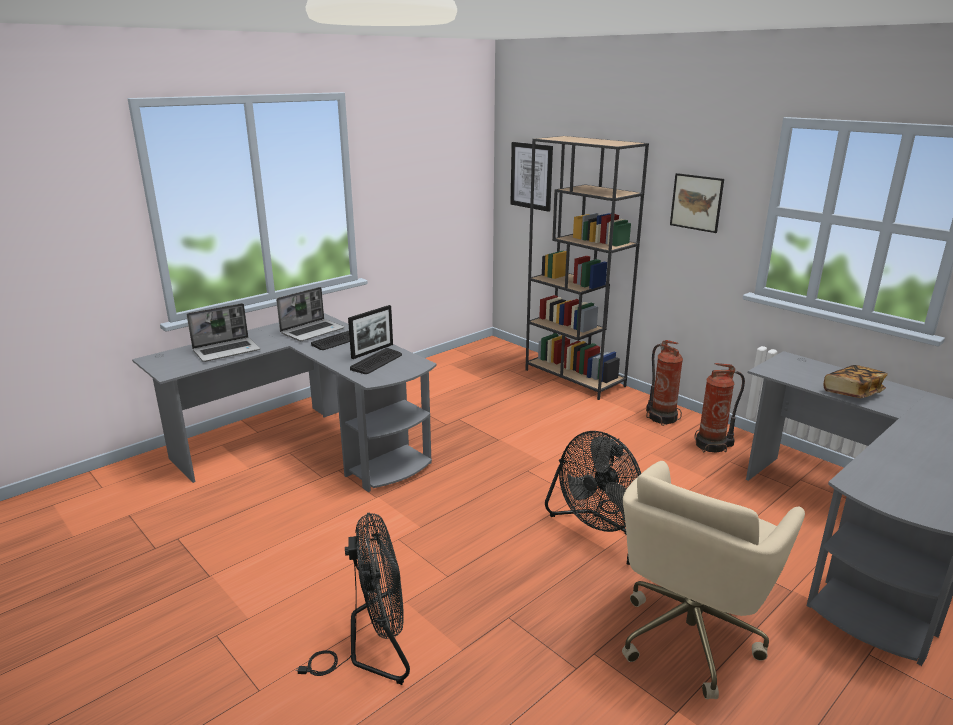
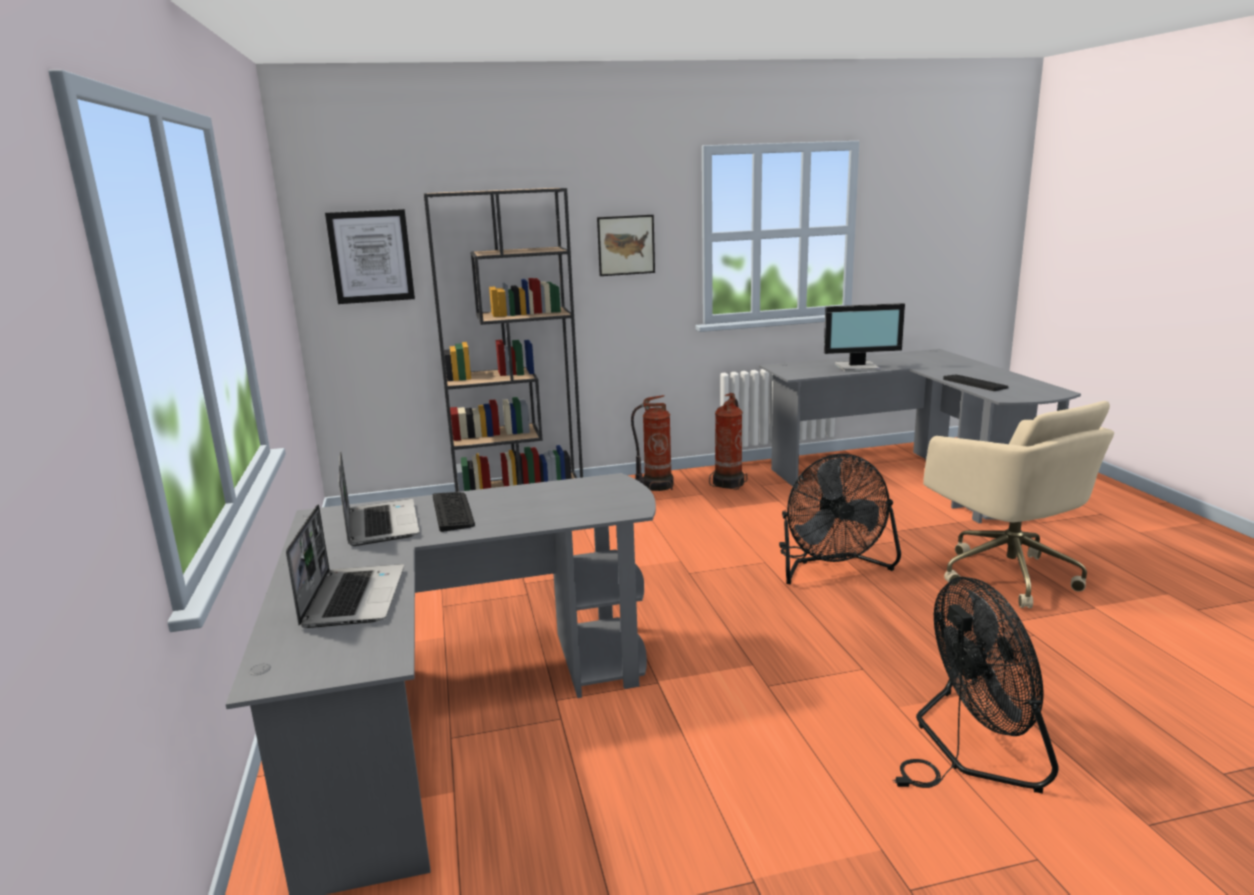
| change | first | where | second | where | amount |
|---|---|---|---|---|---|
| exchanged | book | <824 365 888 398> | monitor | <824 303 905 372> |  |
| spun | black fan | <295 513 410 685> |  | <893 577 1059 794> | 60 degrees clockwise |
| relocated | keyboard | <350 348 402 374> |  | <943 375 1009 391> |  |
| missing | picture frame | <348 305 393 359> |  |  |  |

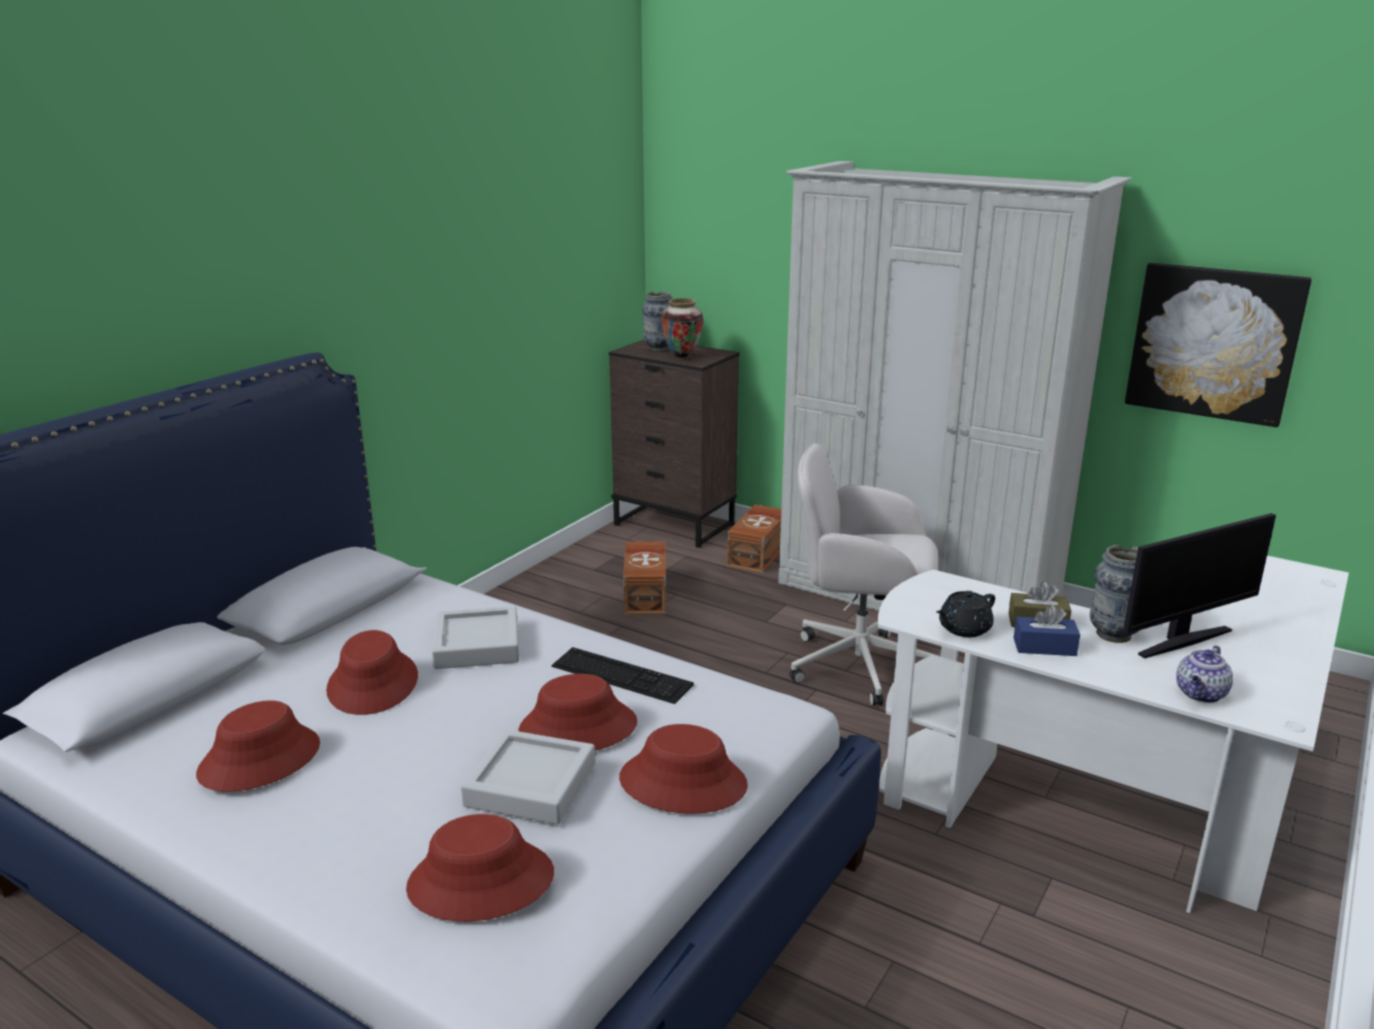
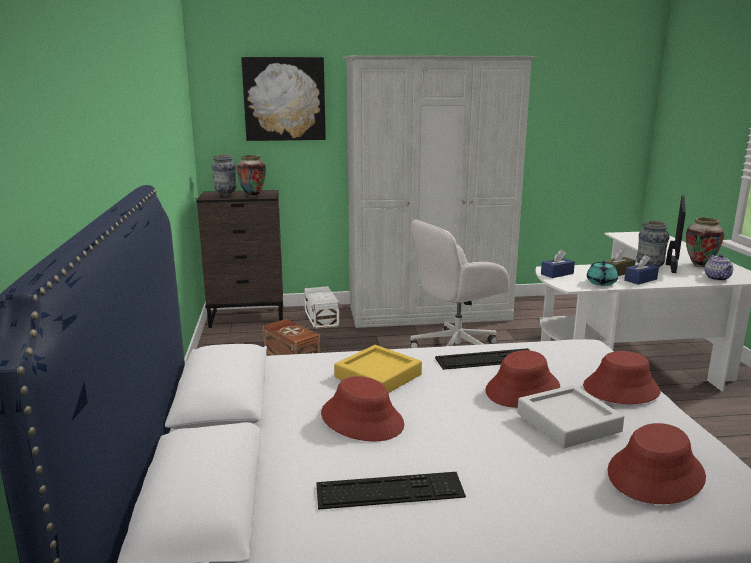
| change | first | where | second | where | amount |
|---|---|---|---|---|---|
| relocated | picture | <1125 263 1312 427> |  | <241 57 326 141> |  |
| colour | brown storage box | <727 505 781 574> | white storage box | <304 286 339 329> |  |
| exchanged | red hat | <196 700 320 792> | keyboard | <316 472 466 510> |  |
| colour | grey tray | <432 606 519 669> | yellow tray | <334 345 422 393> |  |
| appeared |  |  | blue tissue box | <541 249 575 278> |  |
| colour | black teapot | <936 591 995 637> | turquoise teapot | <587 260 618 286> |  |
| appeared |  |  | vase | <686 217 725 267> |  |

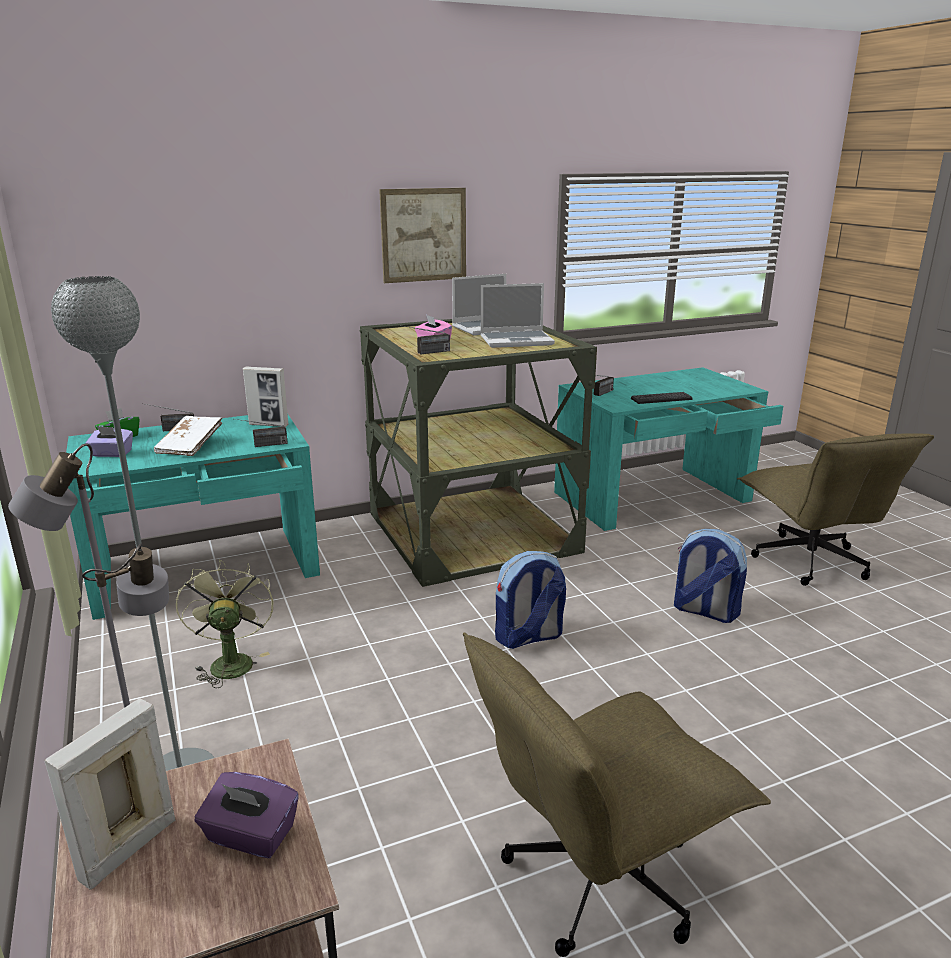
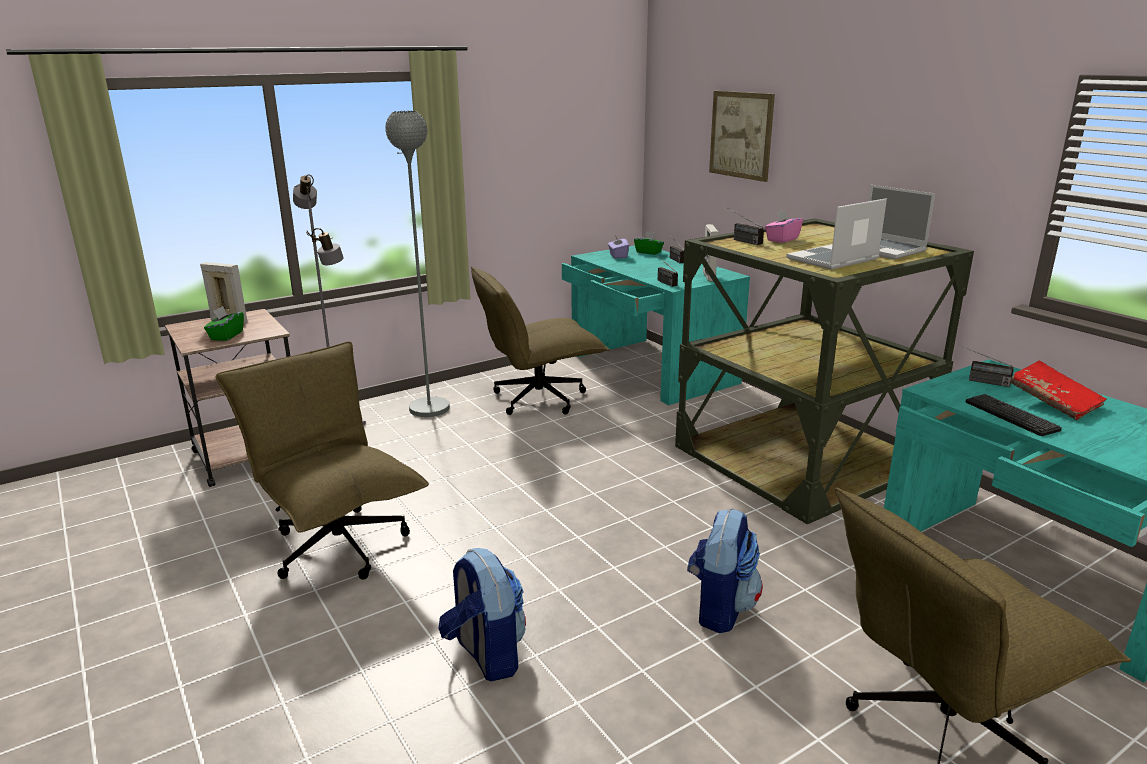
| change | first | where | second | where | amount |
|---|---|---|---|---|---|
| colour | purple tissue box | <194 772 299 858> | green tissue box | <204 306 244 341> |  |
| relocated | backpack | <495 551 566 649> |  | <439 548 526 681> |  |
| exchanged | green fan | <176 559 274 688> | beige office chair | <471 267 610 415> |  |
| relocated | picture | <379 188 466 283> |  | <709 91 775 182> |  |
| spun | laptop | <480 283 555 348> |  | <786 198 887 270> | 75 degrees clockwise |
| appeared |  |  | red book | <1010 360 1106 420> |  |
| missing | white book | <154 416 222 456> |  |  |  |

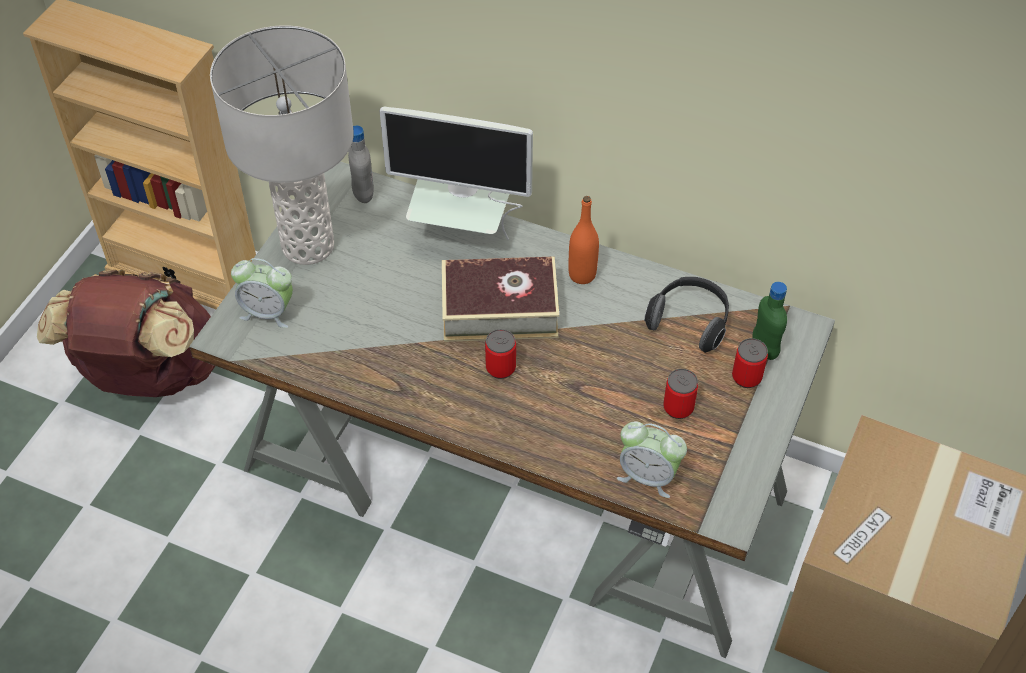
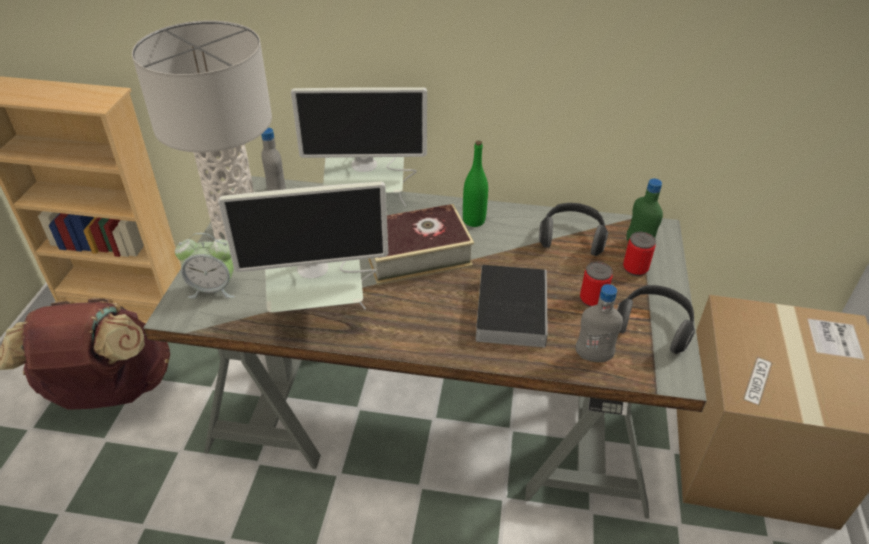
| change | first | where | second | where | amount |
|---|---|---|---|---|---|
| appeared |  |  | monitor | <218 181 388 313> |  |
| colour | orange bottle | <568 196 599 284> | green bottle | <463 141 488 227> |  |
| appeared |  |  | book | <476 265 548 347> |  |
| exchanged | alarm clock | <617 421 687 498> | grey bottle | <576 284 623 362> |  |
| appeared |  |  | headphones | <617 285 695 354> |  |
| missing | can | <485 329 516 379> |  |  |  |

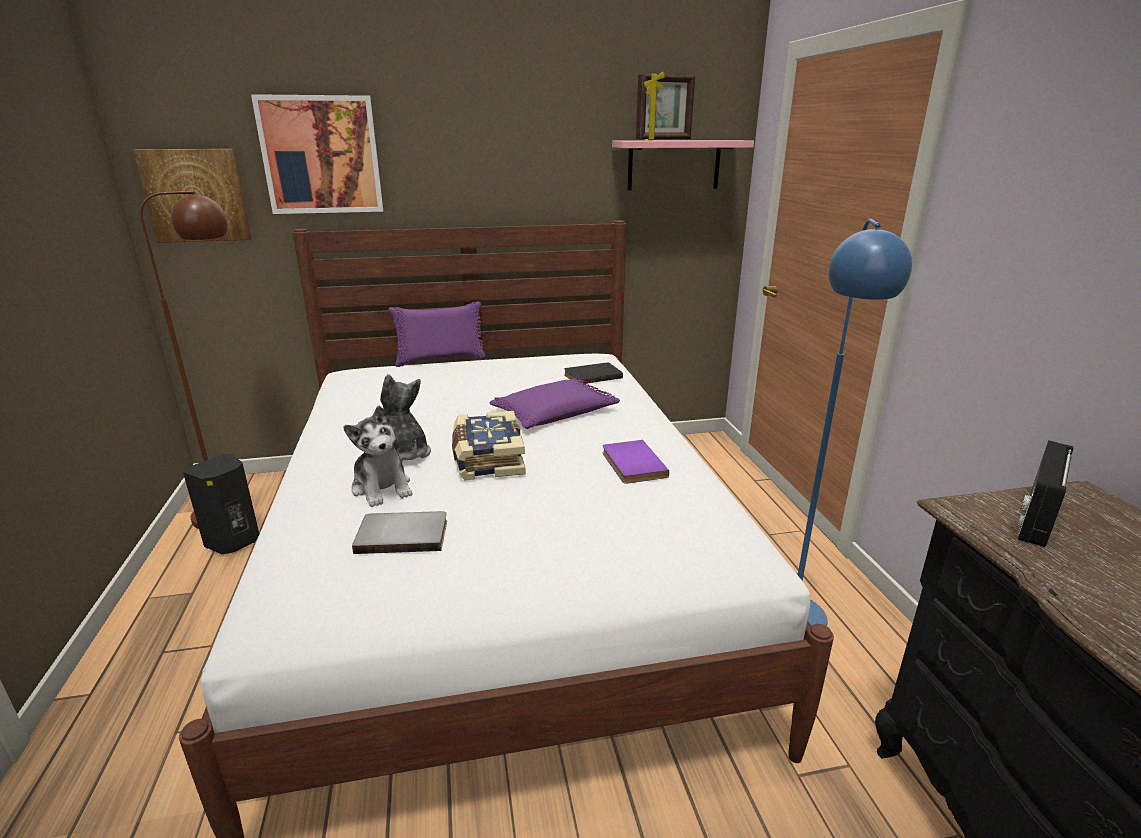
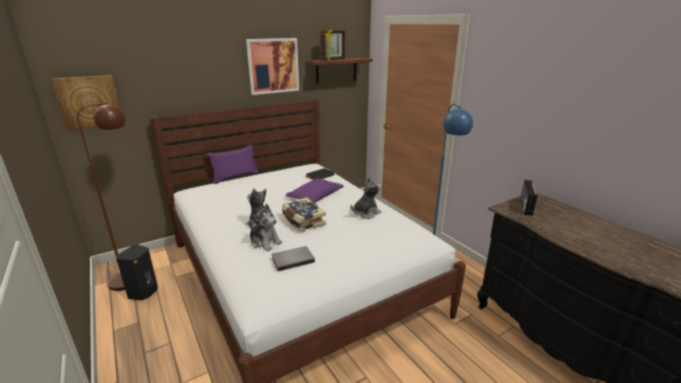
| change | first | where | second | where | amount |
|---|---|---|---|---|---|
| relocated | picture | <251 94 383 214> |  | <246 38 299 95> |  |
| colour | pink shelf | <612 140 754 190> | brown shelf | <308 58 373 84> |  |
| exchanged | purple book | <603 440 669 484> | plush toy | <351 177 382 219> |  |

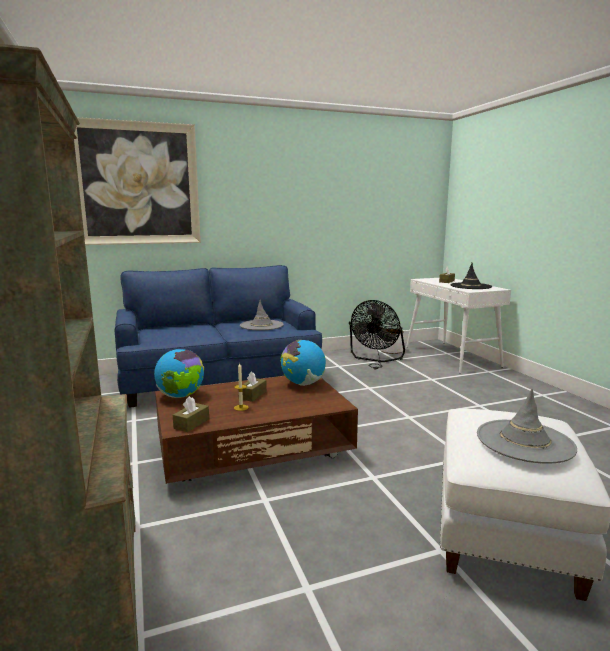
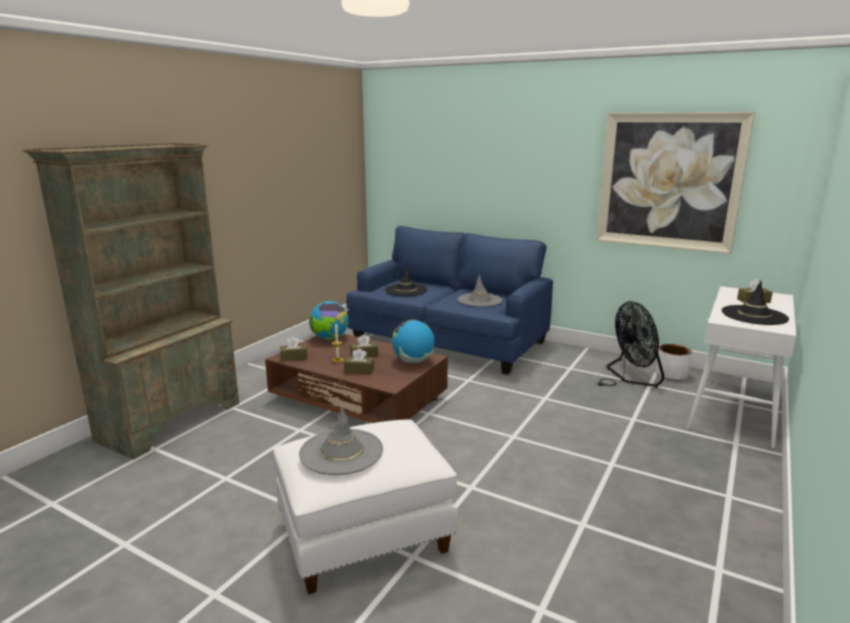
| change | first | where | second | where | amount |
|---|---|---|---|---|---|
| appeared |  |  | brown tissue box | <344 349 374 374> |  |
| appeared |  |  | black hat | <385 266 427 296> |  |
| relocated | picture | <74 117 201 245> |  | <596 112 755 254> |  |

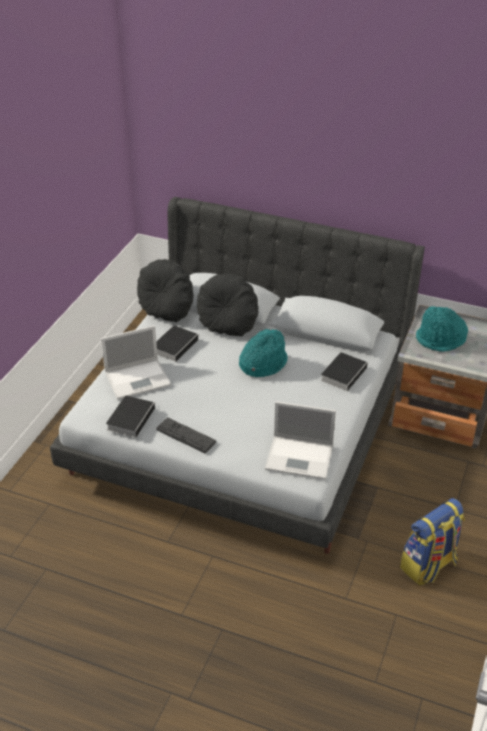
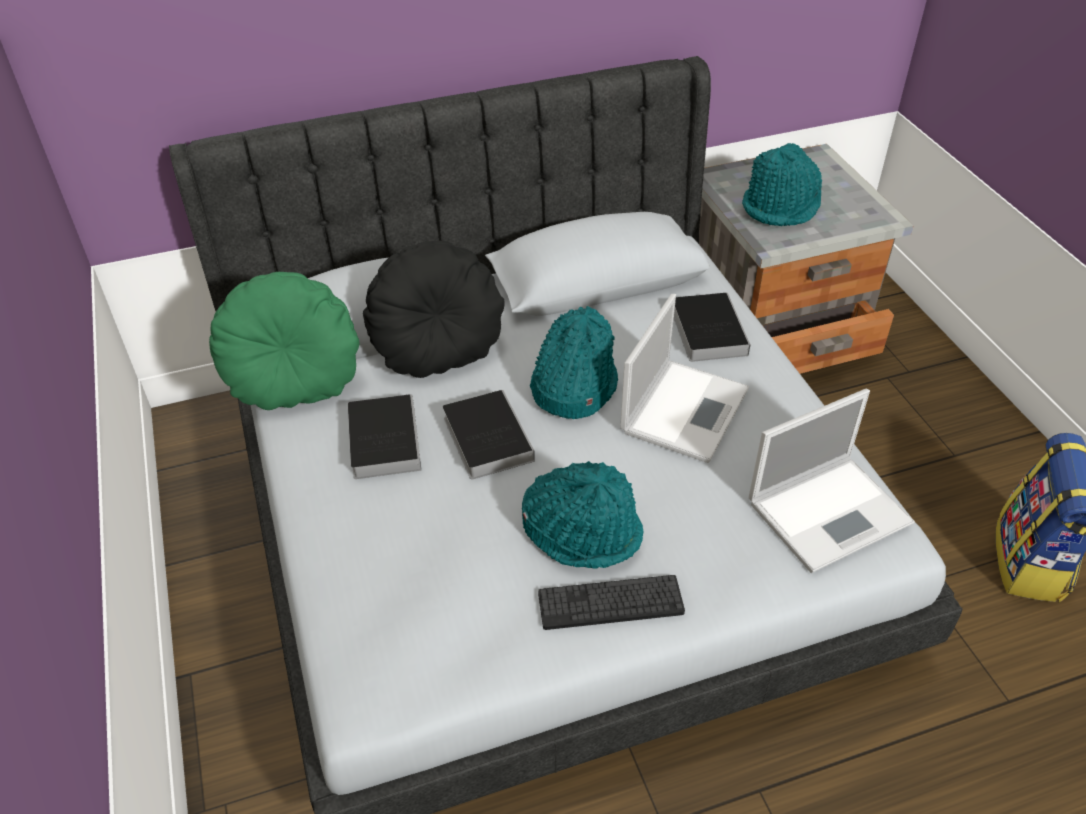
| change | first | where | second | where | amount |
|---|---|---|---|---|---|
| colour | black pillow | <137 259 194 322> | green pillow | <209 272 359 410> |  |
| relocated | book | <106 395 157 437> |  | <443 390 535 480> |  |
| appeared |  |  | turquoise hat | <522 461 644 568> |  |
| relocated | laptop | <101 325 171 399> |  | <620 294 749 463> |  |

